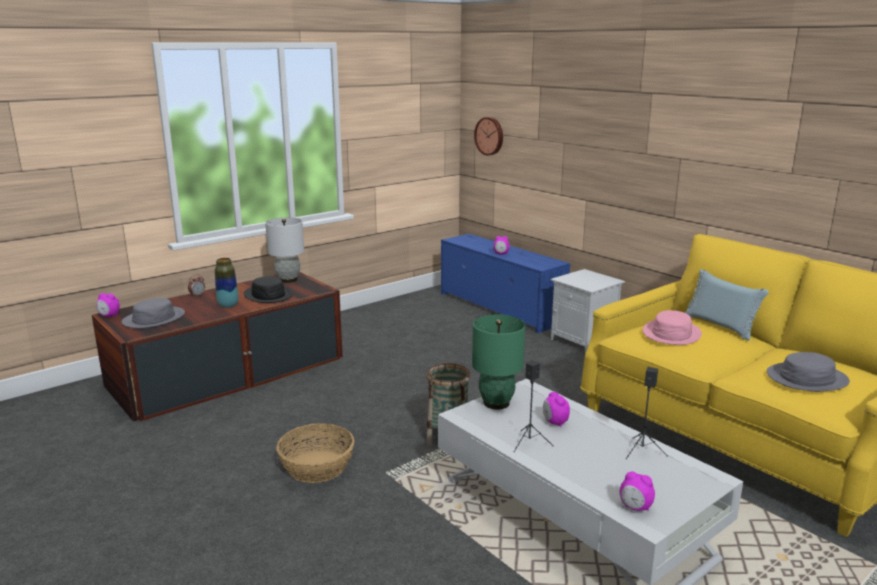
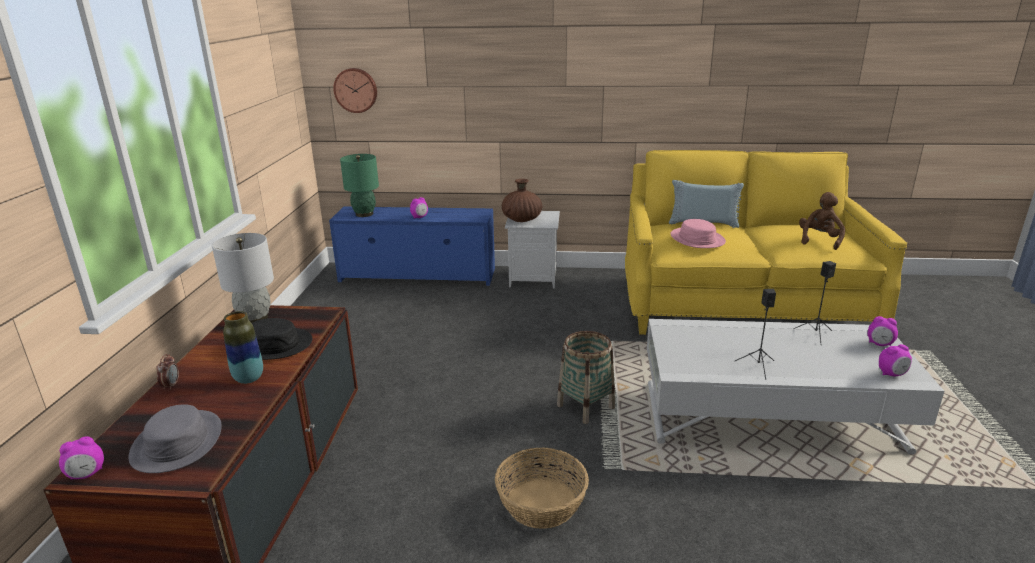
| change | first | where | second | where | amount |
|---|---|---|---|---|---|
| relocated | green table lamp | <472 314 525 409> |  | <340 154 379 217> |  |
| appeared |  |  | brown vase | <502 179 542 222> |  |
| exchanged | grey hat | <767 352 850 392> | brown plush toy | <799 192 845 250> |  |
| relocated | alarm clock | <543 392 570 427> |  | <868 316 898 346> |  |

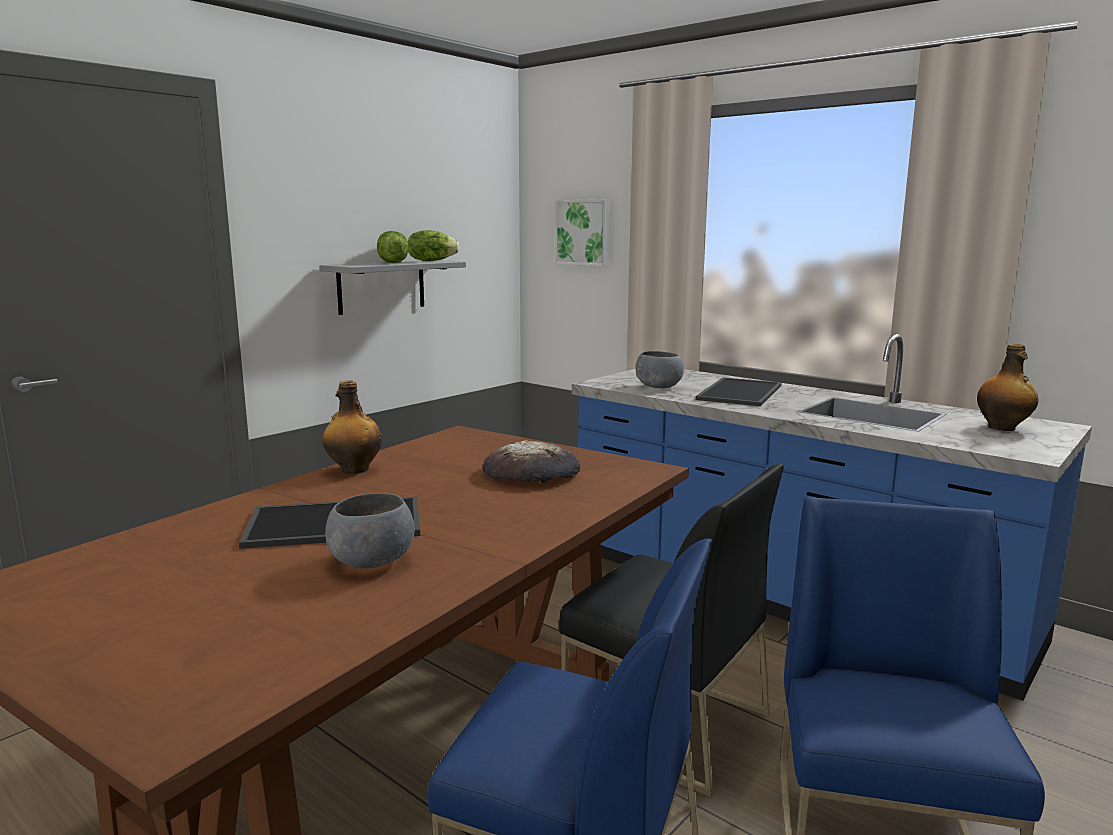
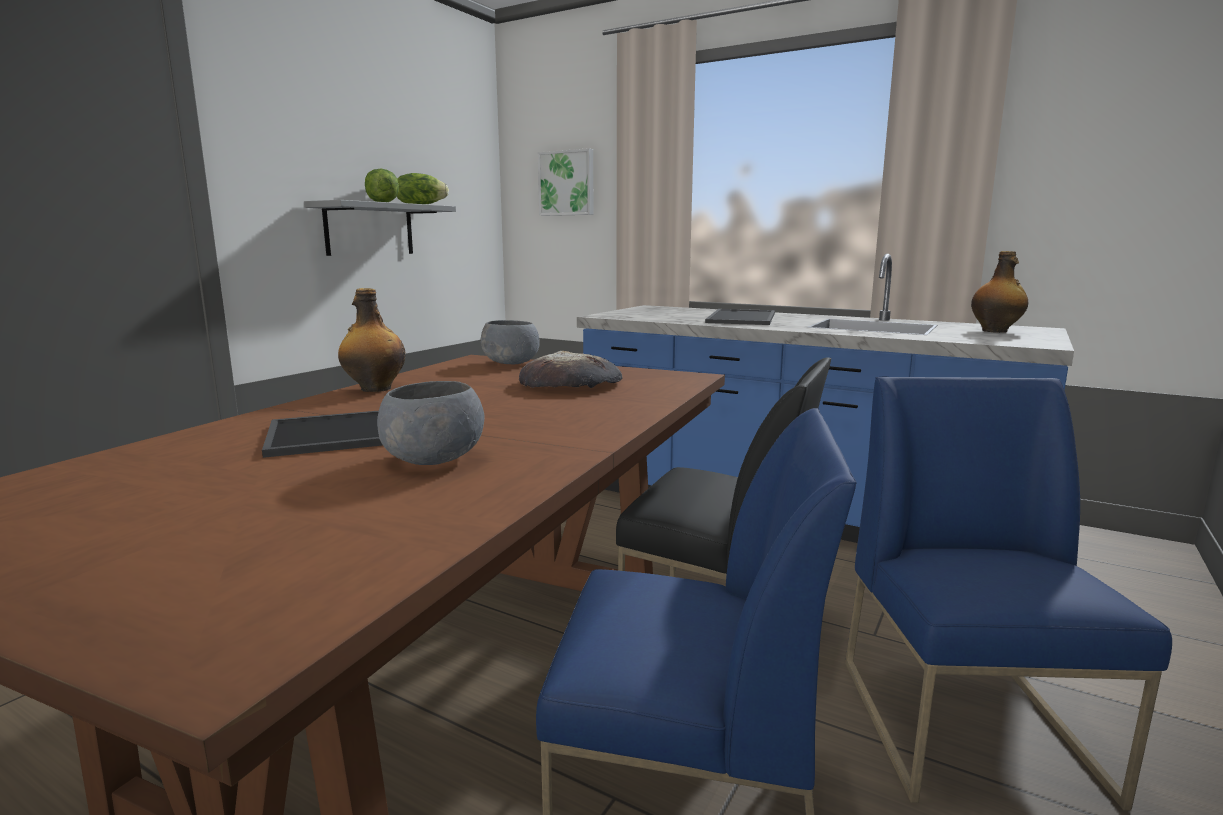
| change | first | where | second | where | amount |
|---|---|---|---|---|---|
| relocated | grey bowl | <635 351 684 388> |  | <481 320 540 365> |  |

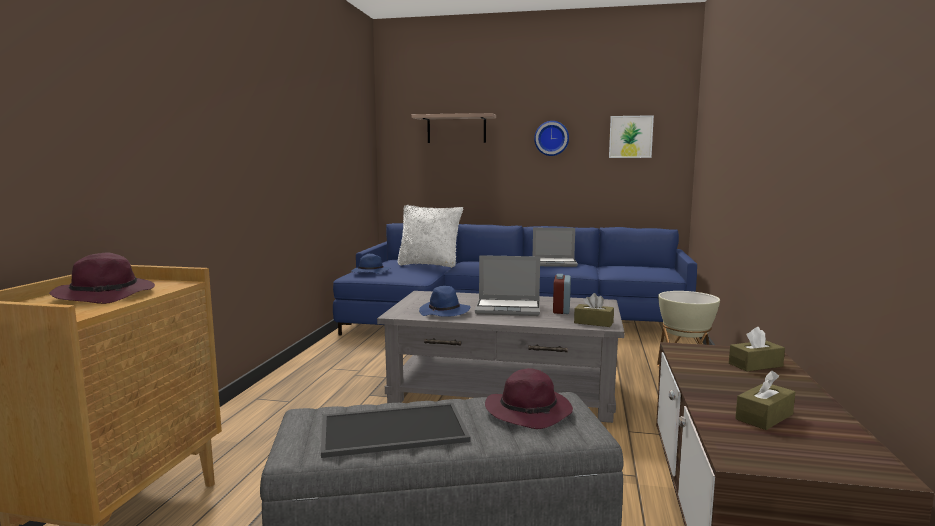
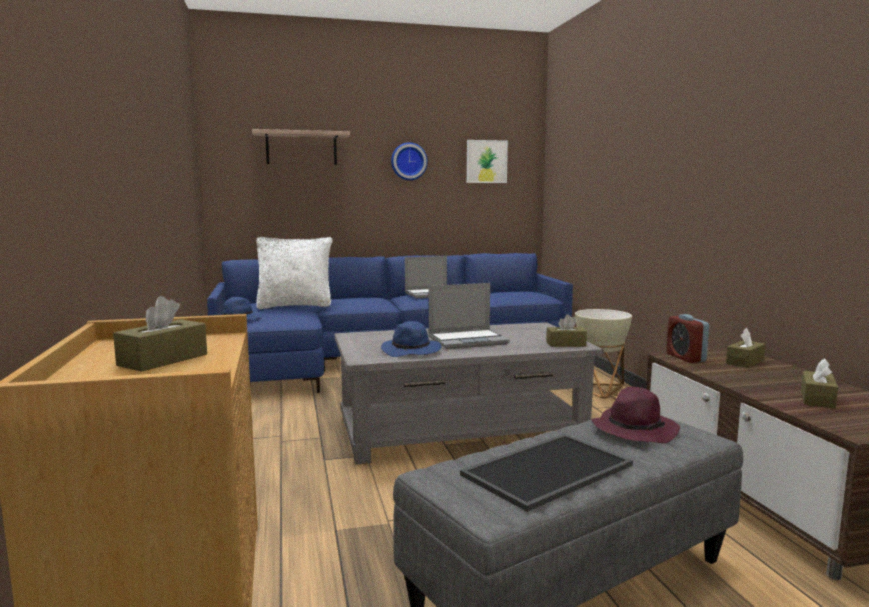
| change | first | where | second | where | amount |
|---|---|---|---|---|---|
| exchanged | purple hat | <49 252 155 304> | brown tissue box | <113 296 207 372> |  |
| relocated | alarm clock | <553 274 571 314> |  | <667 314 709 363> |  |

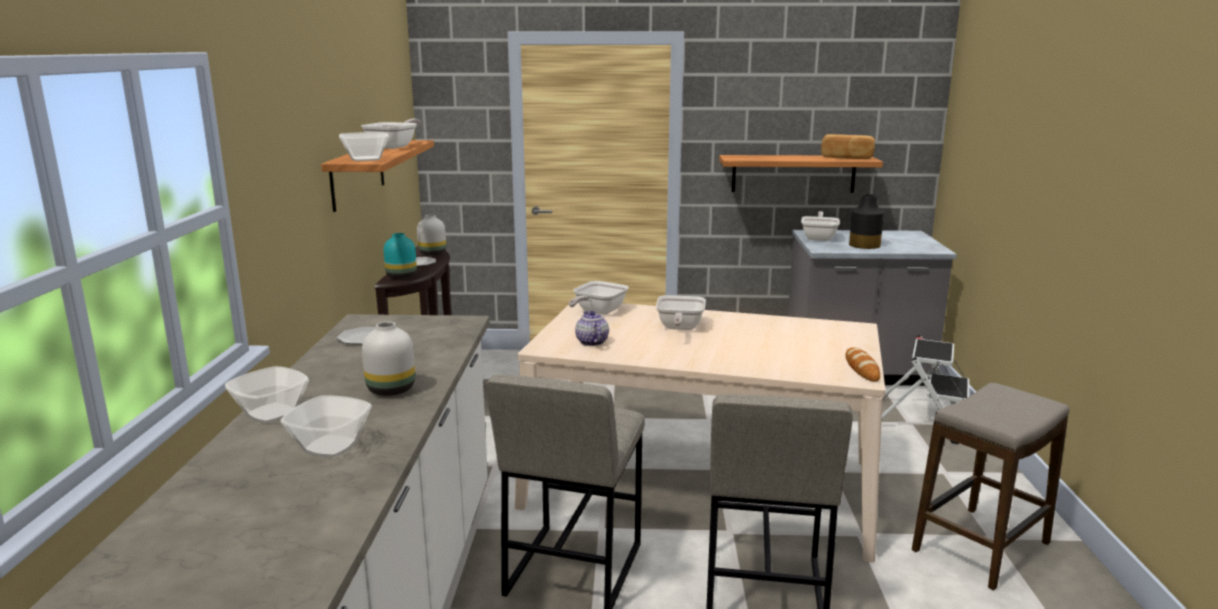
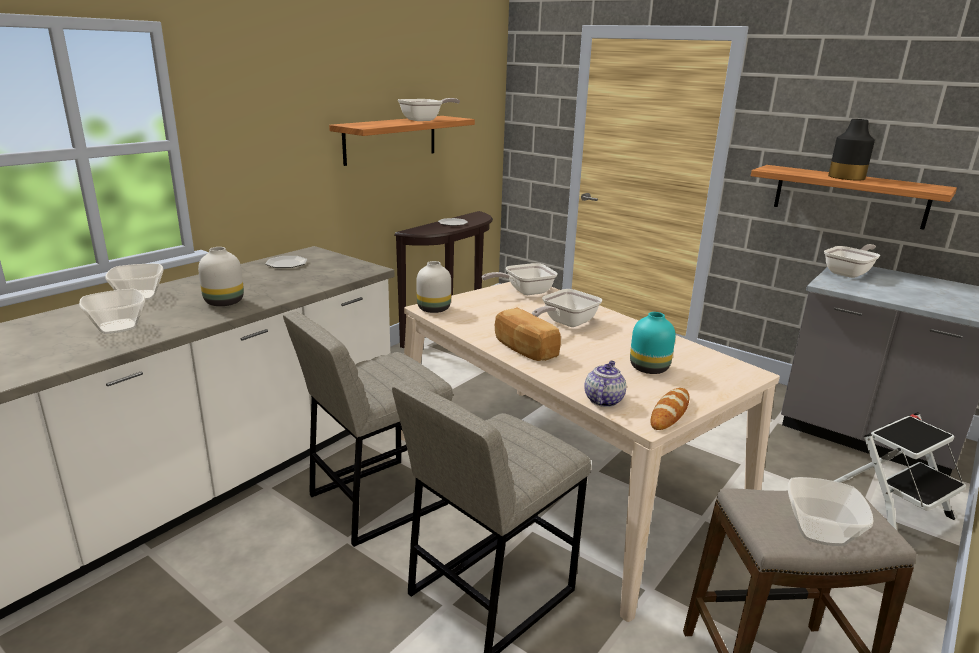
| change | first | where | second | where | amount |
|---|---|---|---|---|---|
| relocated | white vase | <417 214 446 256> |  | <416 261 451 313> |  |
| relocated | bread | <821 134 875 159> |  | <495 308 561 361> |  |
| relocated | teapot | <575 311 609 346> |  | <584 361 626 407> |  |
| relocated | turquoise vase | <384 233 417 279> |  | <630 312 676 374> |  |
| relocated | bowl | <339 132 389 161> |  | <788 477 874 546> |  |
| relocated | black vase | <849 194 884 249> |  | <828 119 875 180> |  |

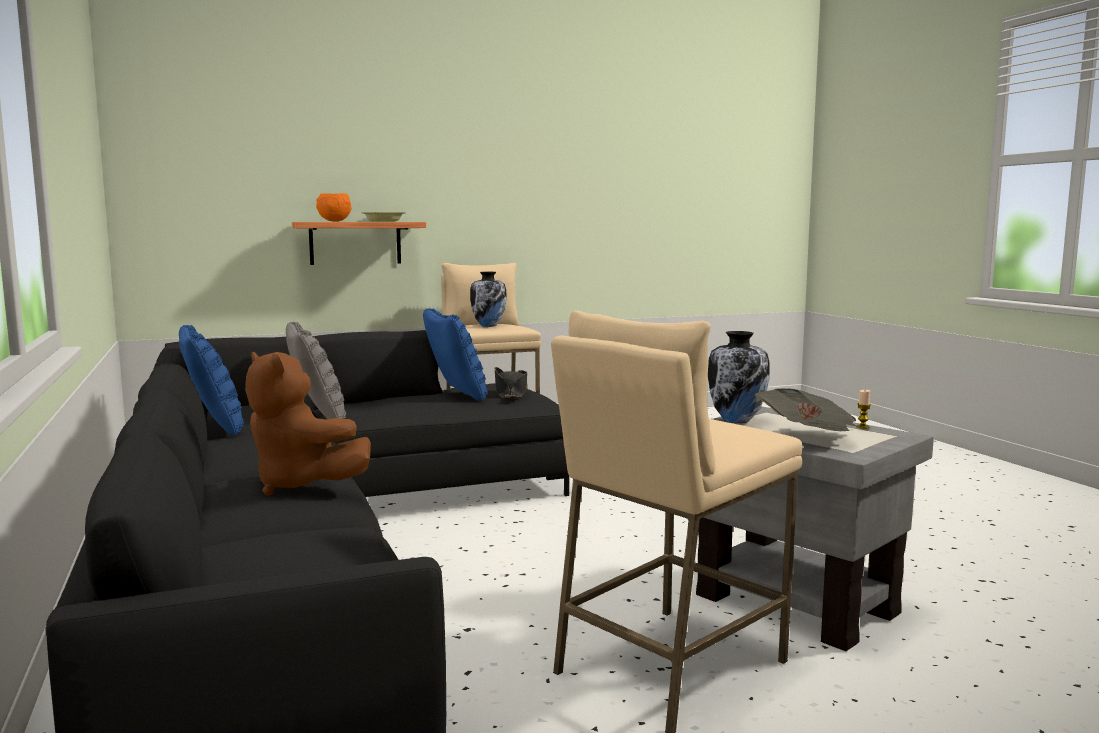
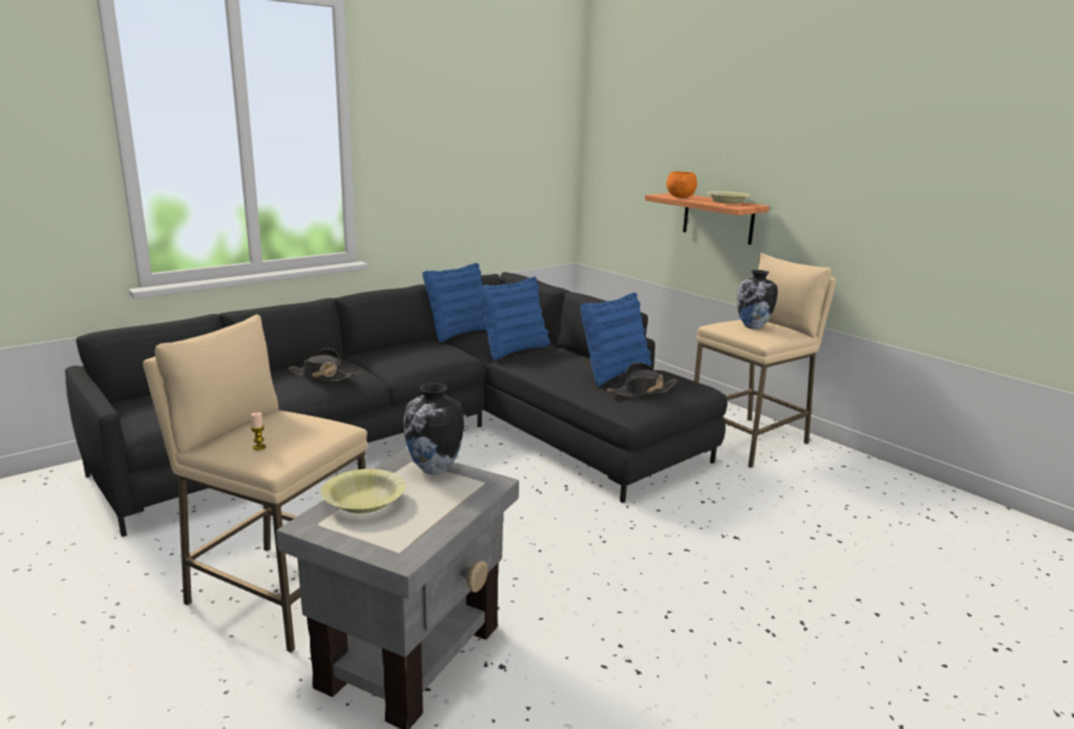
| change | first | where | second | where | amount |
|---|---|---|---|---|---|
| relocated | candle | <856 390 871 429> |  | <251 413 266 450> |  |
| exchanged | brown plush toy | <245 352 371 496> | black hat | <288 348 359 381> |  |
| exchanged | newspaper | <755 388 856 431> | yellow bowl | <321 469 405 513> |  |
| colour | grey pillow | <286 322 346 419> | blue pillow | <477 277 550 360> |  |

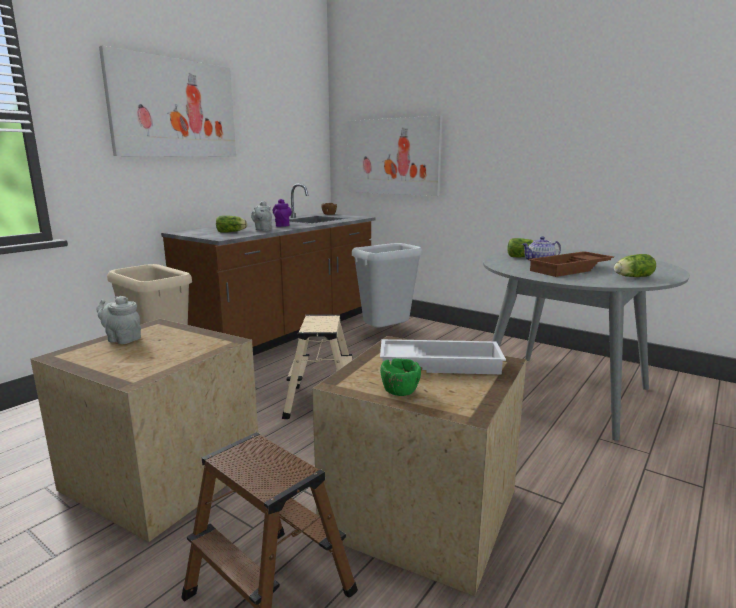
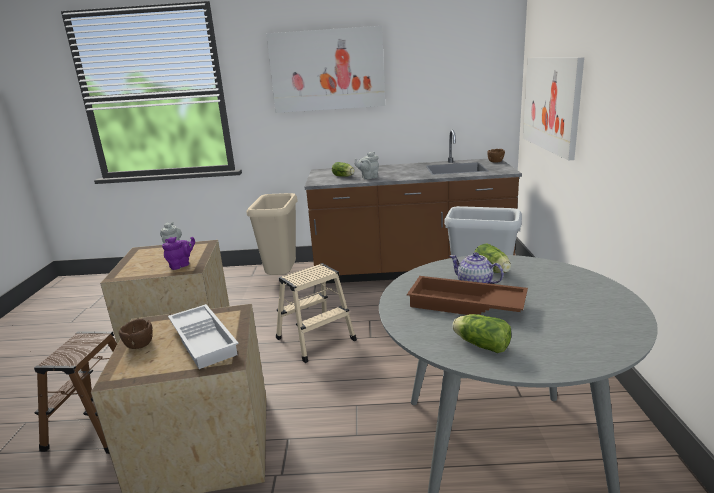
| change | first | where | second | where | amount |
|---|---|---|---|---|---|
| colour | green bowl | <380 358 421 396> | brown bowl | <119 319 153 349> |  |
| relocated | purple teapot | <273 199 292 227> |  | <162 237 195 270> |  |

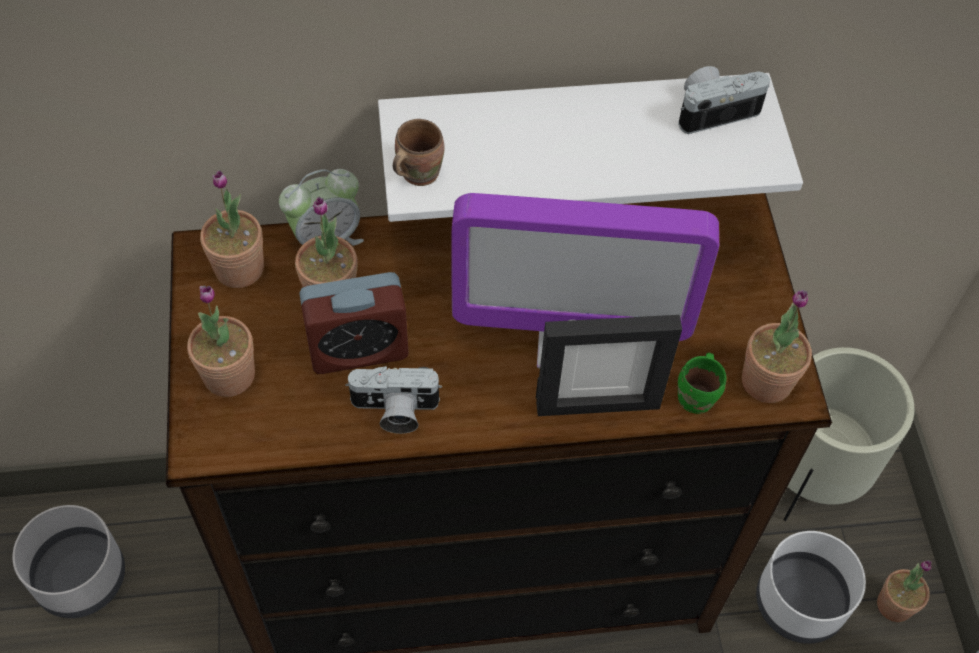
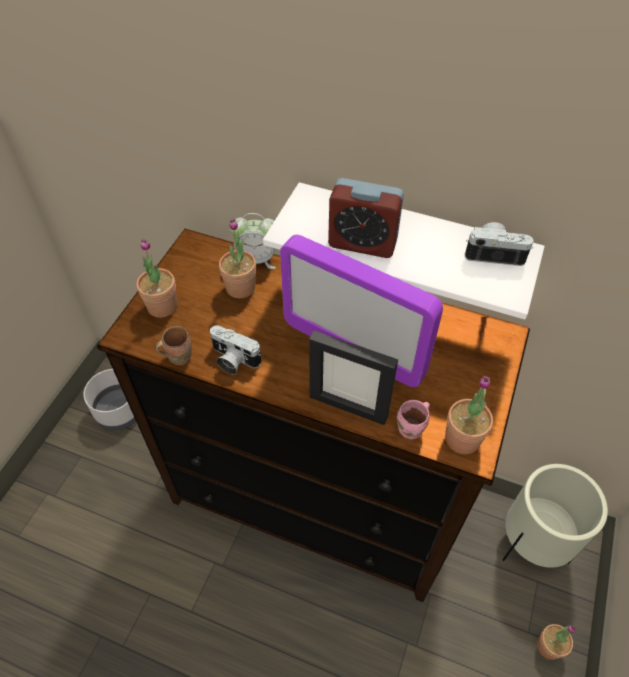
| change | first | where | second | where | amount |
|---|---|---|---|---|---|
| relocated | brown mug | <393 119 445 186> |  | <155 326 192 365> |  |
| relocated | alarm clock | <299 272 409 374> |  | <328 178 404 258> |  |
| colour | green mug | <678 353 727 414> | pink mug | <397 400 430 439> |  |
| missing | potted plant | <200 170 264 288> |  |  |  |
| missing | white planter | <756 531 866 644> |  |  |  |

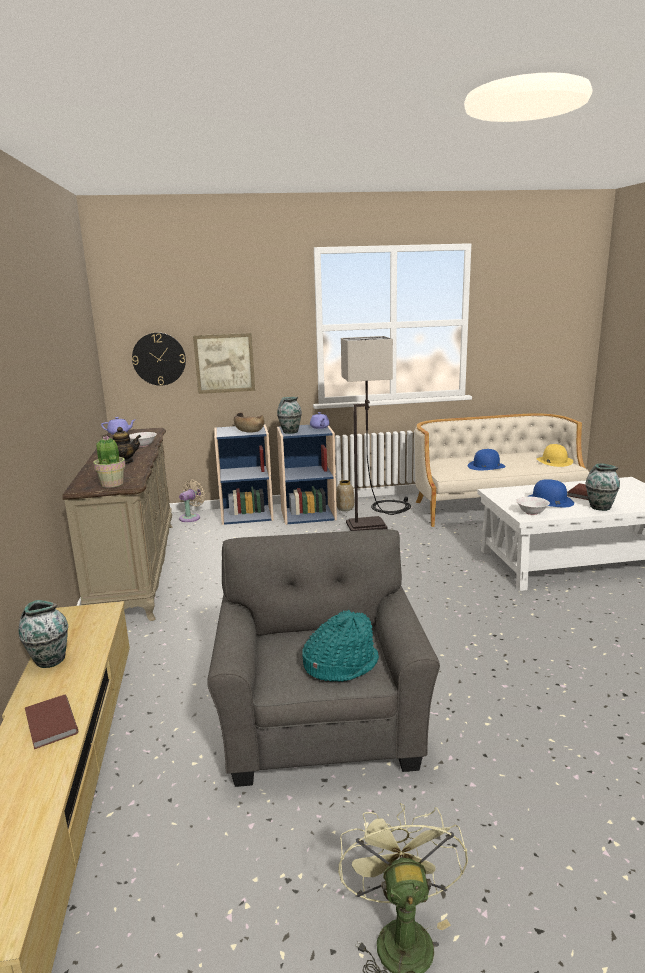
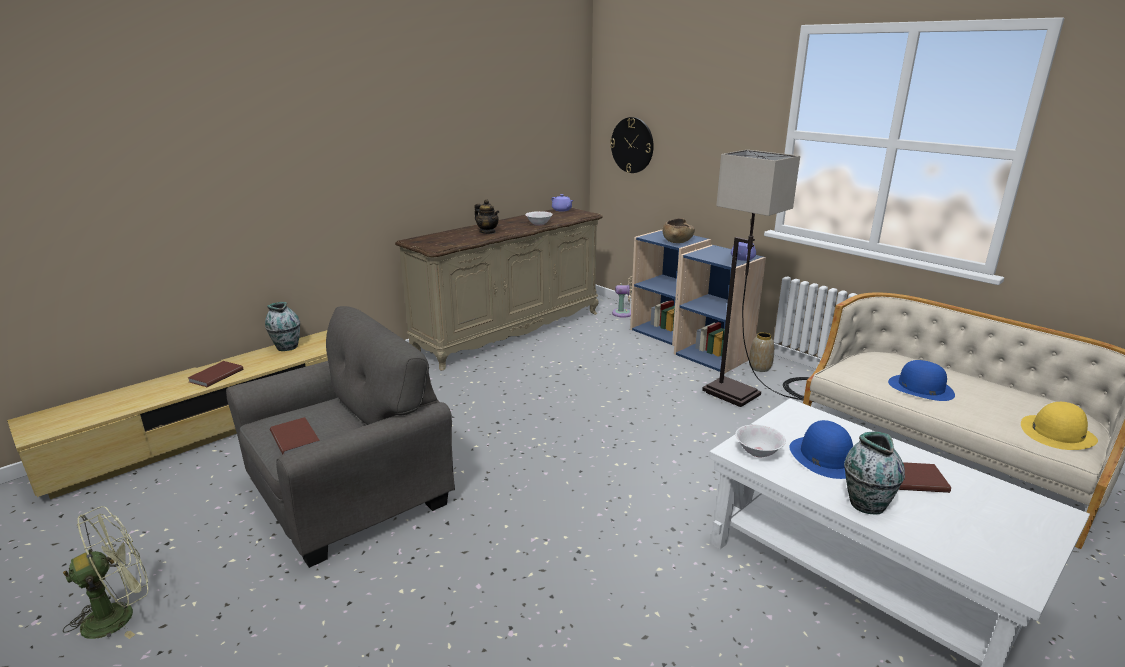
| change | first | where | second | where | amount |
|---|---|---|---|---|---|
| exchanged | turquoise hat | <302 610 379 682> | brown book | <270 417 320 455> |  |
| missing | potted plant | <93 436 126 488> |  |  |  |
| missing | picture | <193 333 255 394> |  |  |  |
| missing | vase | <277 397 302 434> |  |  |  |

